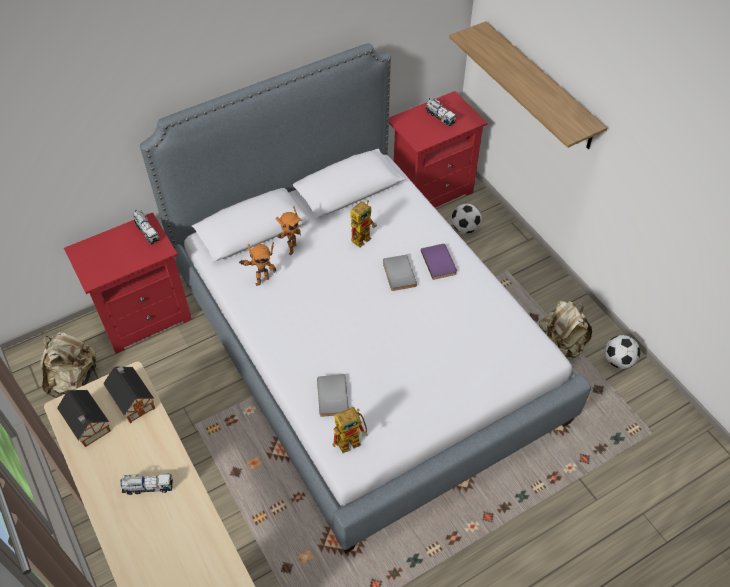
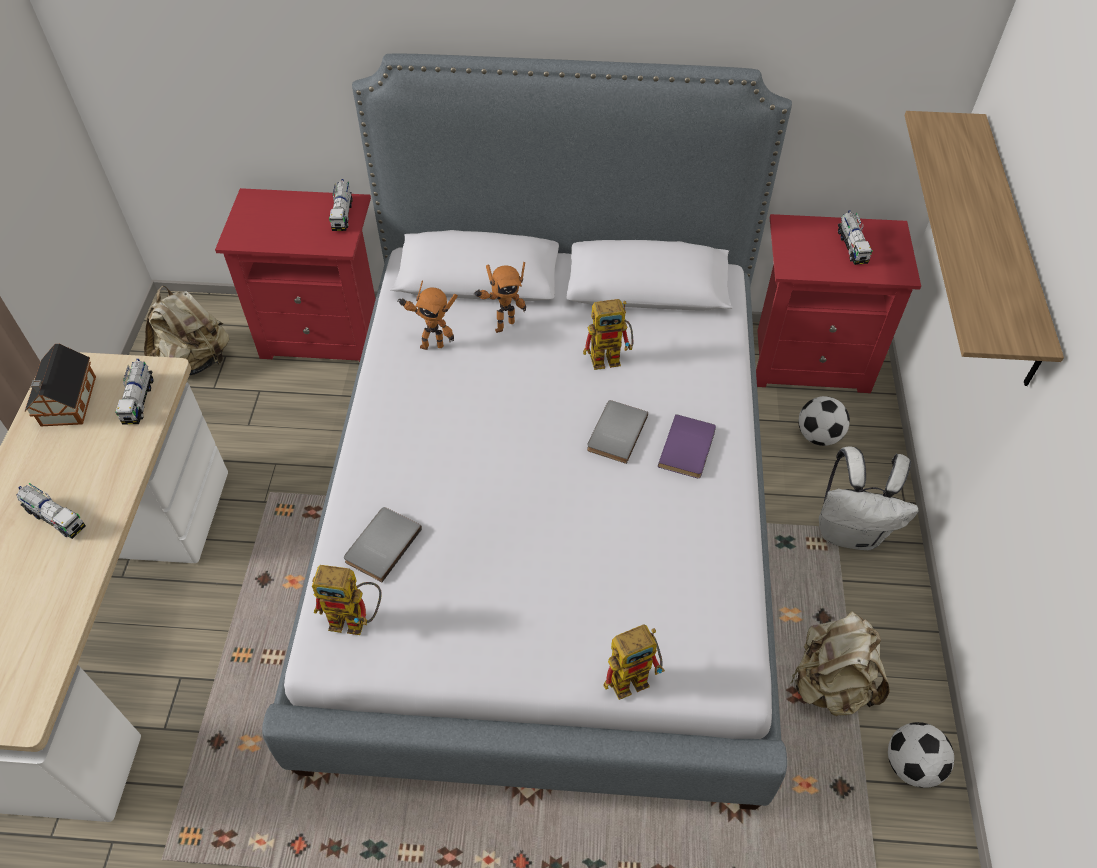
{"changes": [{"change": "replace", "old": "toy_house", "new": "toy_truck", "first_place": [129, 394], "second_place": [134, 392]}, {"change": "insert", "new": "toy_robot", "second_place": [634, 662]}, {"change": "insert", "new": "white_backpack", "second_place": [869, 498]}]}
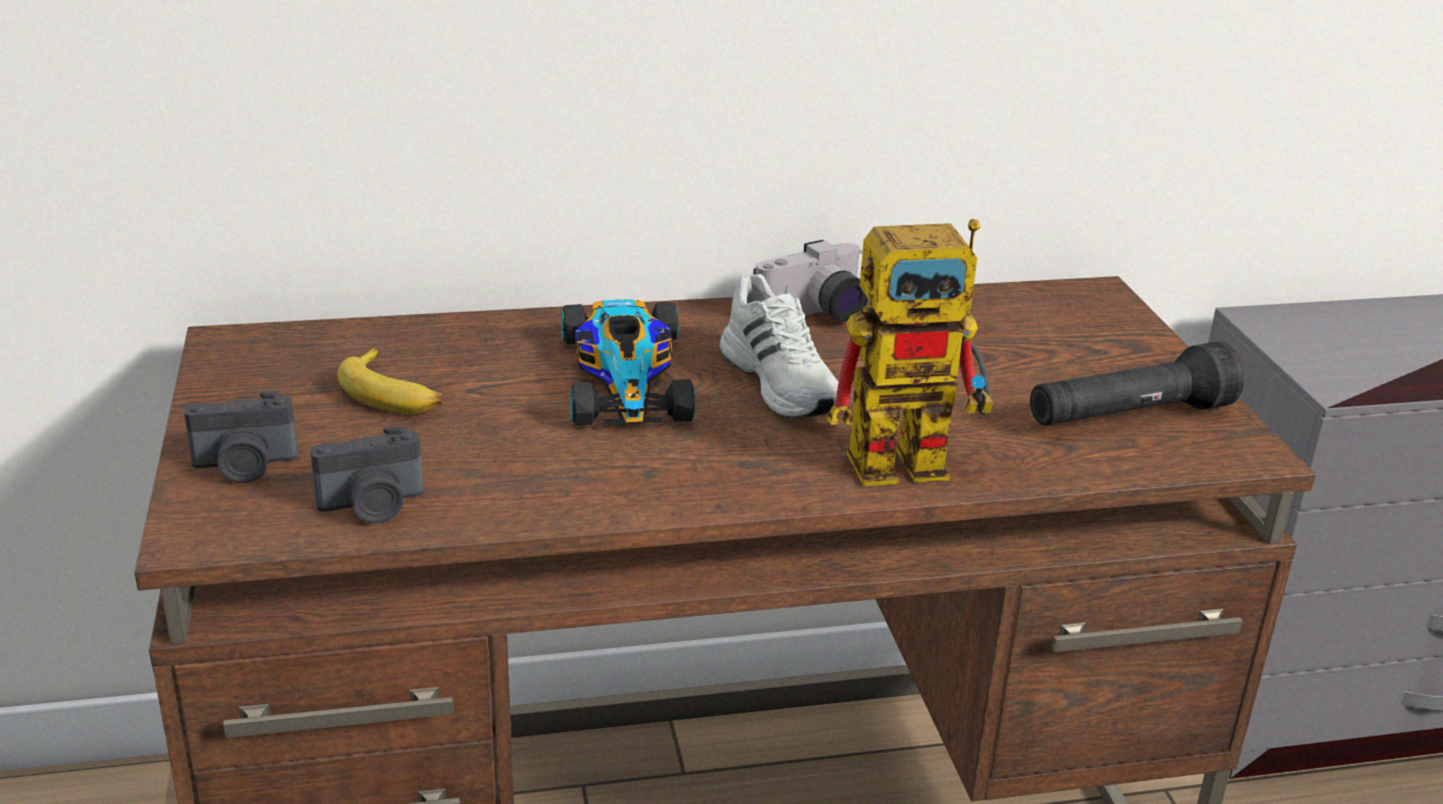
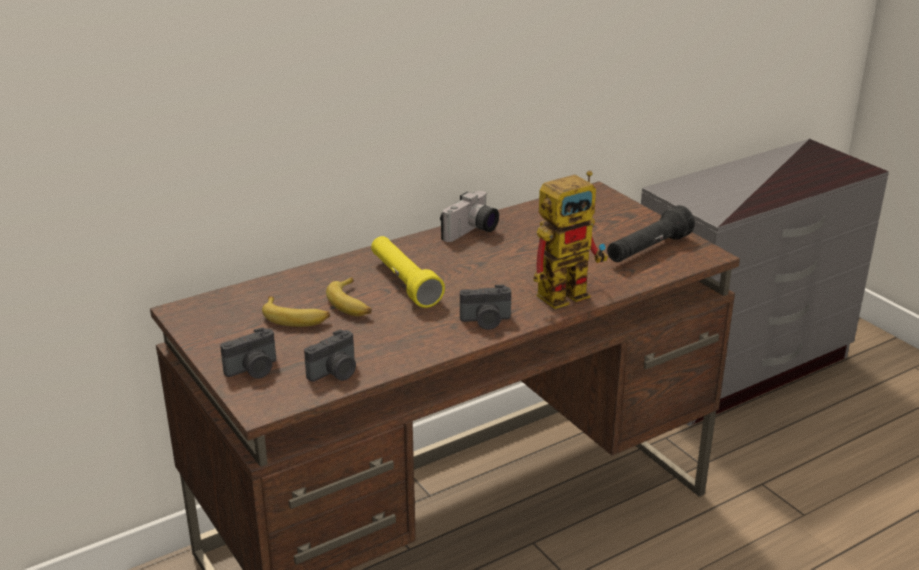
{"changes": [{"change": "replace", "old": "toy_car", "new": "yellow_flashlight", "first_place": [629, 362], "second_place": [408, 272]}, {"change": "delete", "old": "white_shoe", "first_place": [778, 346]}, {"change": "insert", "new": "banana", "second_place": [349, 296]}, {"change": "insert", "new": "photo_camera", "second_place": [485, 307]}]}
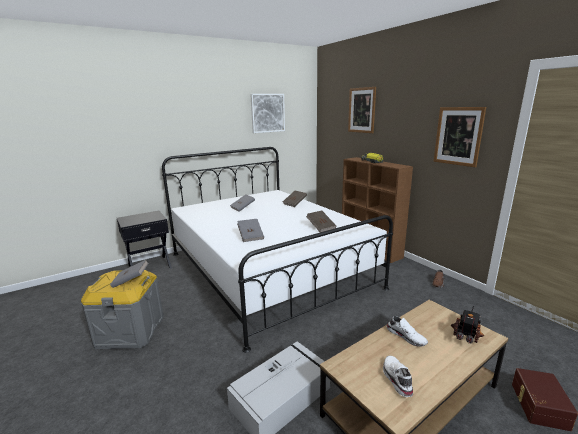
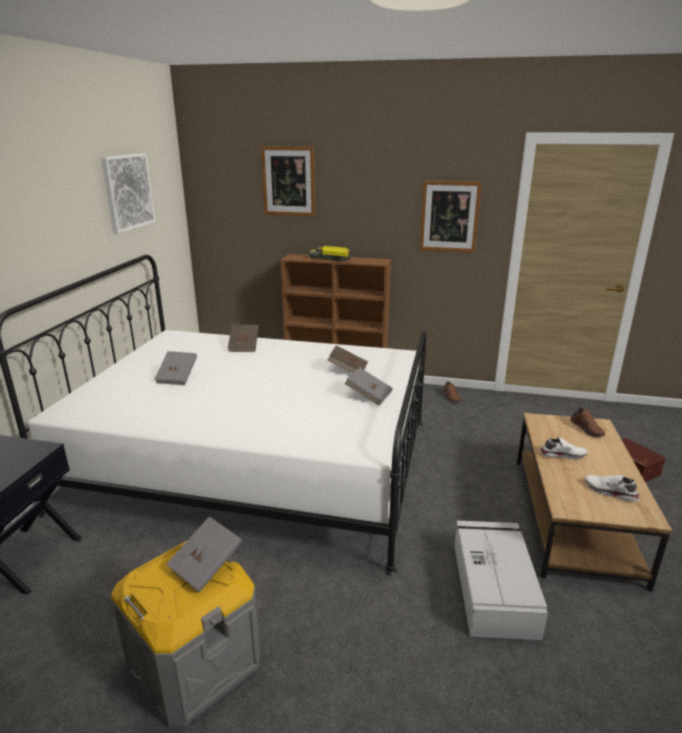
{"changes": [{"change": "move", "old": "grey_book", "first_place": [250, 230], "second_place": [368, 386]}, {"change": "replace", "old": "toy_truck", "new": "brown_shoe", "first_place": [467, 325], "second_place": [587, 422]}]}
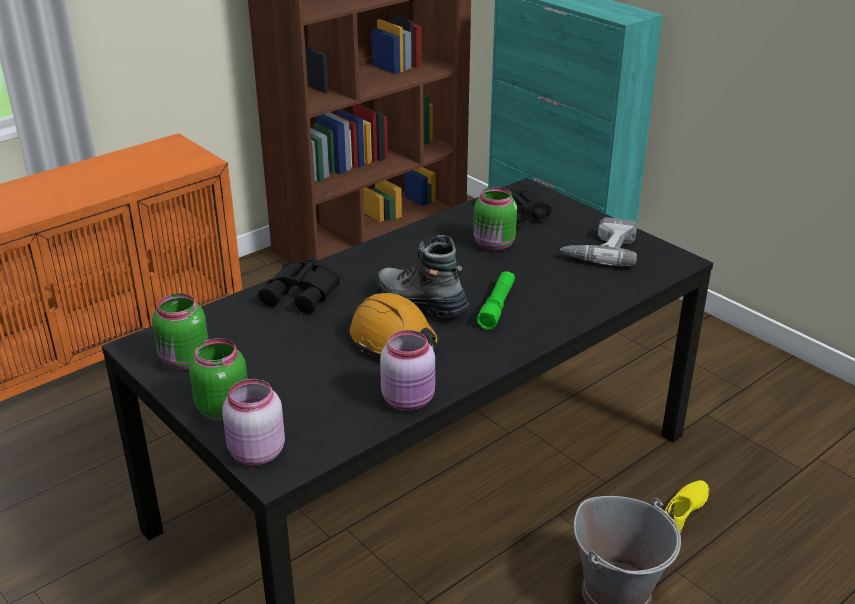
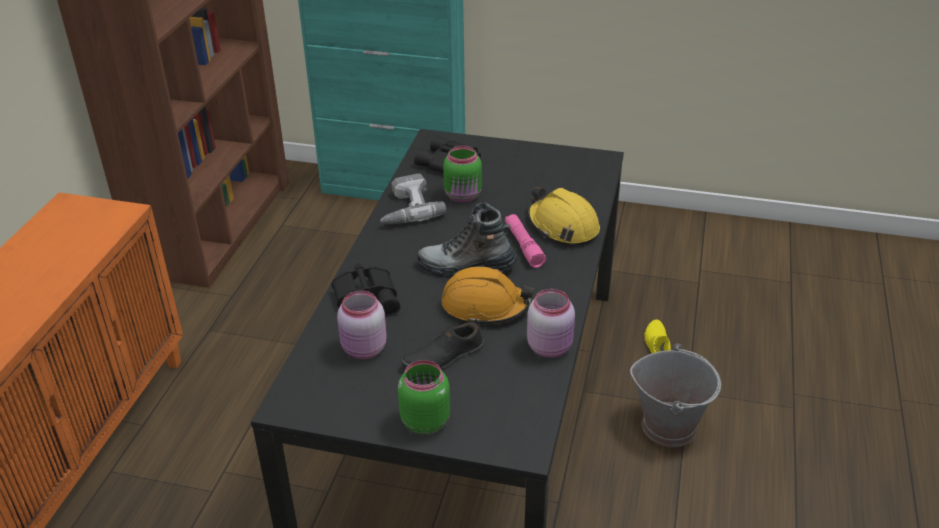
{"changes": [{"change": "delete", "old": "green_jar", "first_place": [180, 331]}, {"change": "move", "old": "pink_jar", "first_place": [253, 422], "second_place": [362, 325]}, {"change": "recolor", "old": "green_flashlight", "new": "pink_flashlight", "first_place": [496, 300], "second_place": [525, 241]}, {"change": "move", "old": "power_drill", "first_place": [598, 241], "second_place": [413, 199]}, {"change": "insert", "new": "black_shoe", "second_place": [442, 344]}, {"change": "insert", "new": "yellow_hard_hat", "second_place": [564, 216]}]}
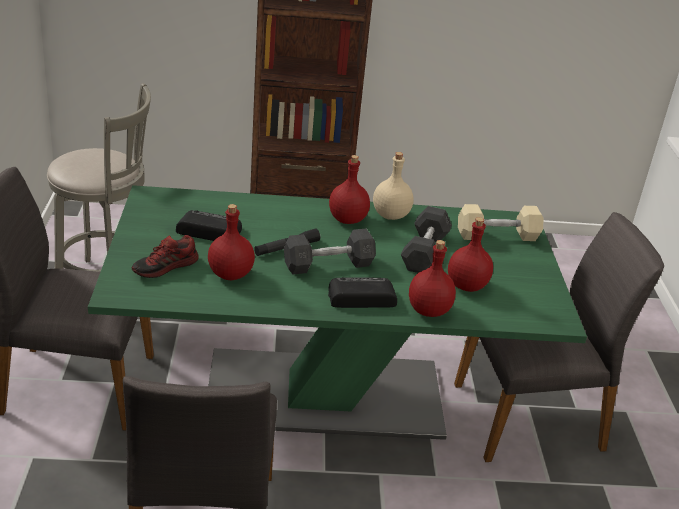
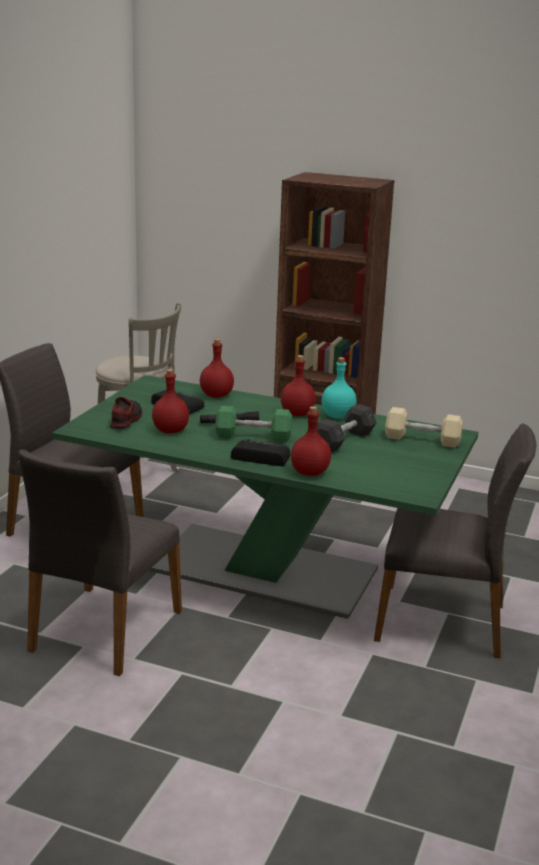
{"changes": [{"change": "rotate", "old": "shoe", "first_place": [165, 256], "second_place": [126, 413], "degrees": 120}, {"change": "recolor", "old": "grey_dumbbell", "new": "green_dumbbell", "first_place": [330, 252], "second_place": [253, 424]}, {"change": "recolor", "old": "beige_bottle", "new": "turquoise_bottle", "first_place": [393, 186], "second_place": [338, 387]}, {"change": "move", "old": "red_bottle", "first_place": [470, 254], "second_place": [217, 368]}]}
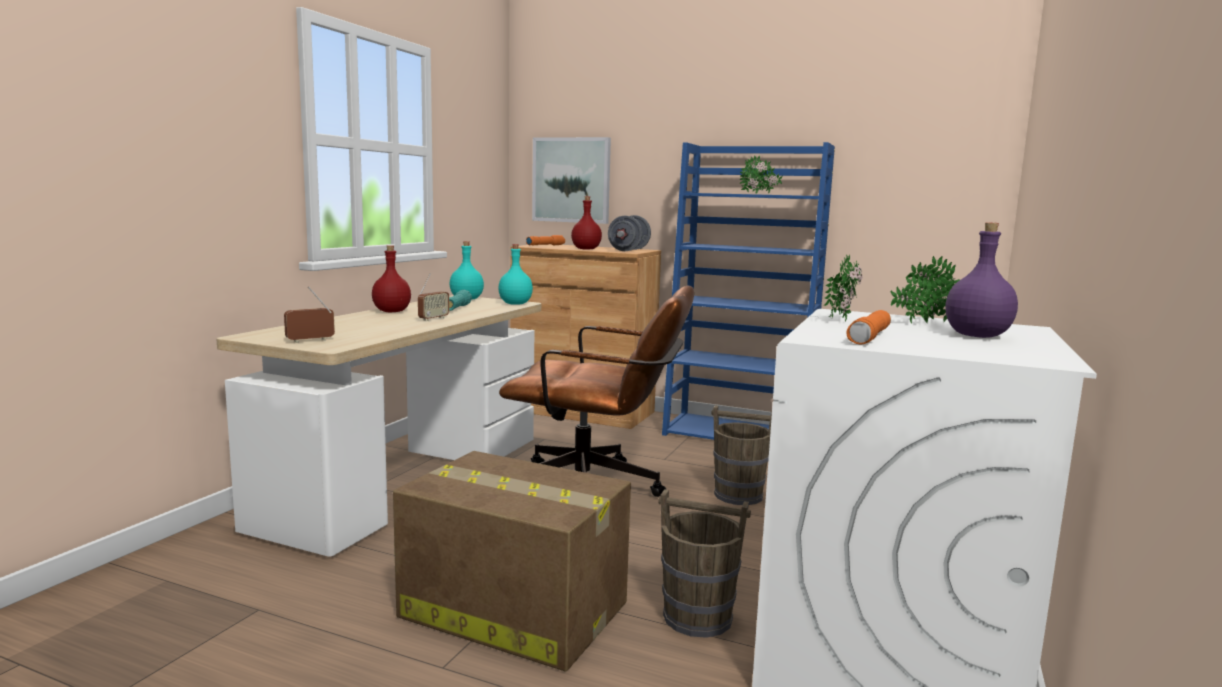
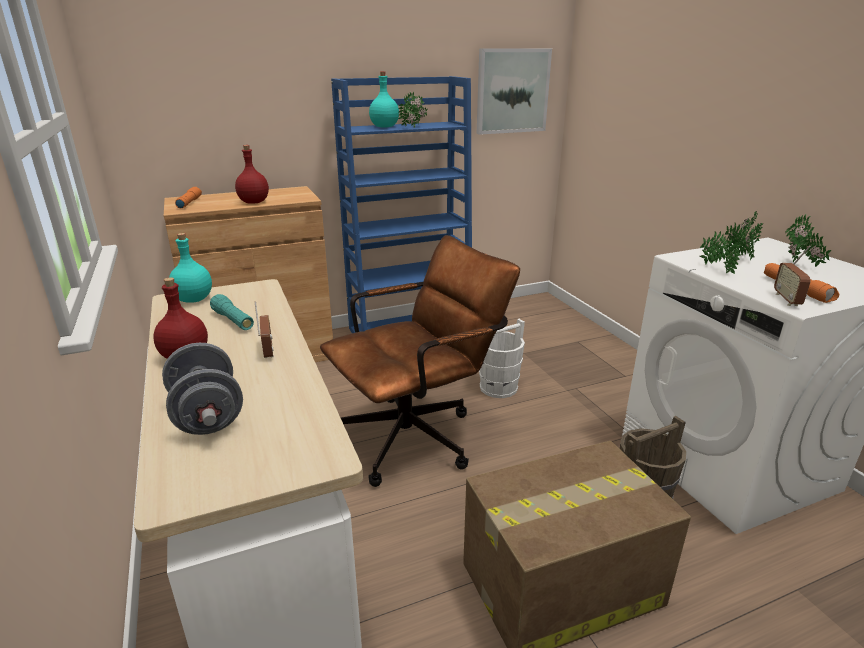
{"changes": [{"change": "move", "old": "radio", "first_place": [309, 314], "second_place": [792, 276]}, {"change": "move", "old": "turquoise_bottle", "first_place": [515, 274], "second_place": [384, 99]}, {"change": "move", "old": "picture", "first_place": [571, 180], "second_place": [514, 92]}, {"change": "move", "old": "grey_dumbbell", "first_place": [629, 233], "second_place": [202, 389]}, {"change": "recolor", "old": "brown_bucket", "new": "white_bucket", "first_place": [741, 455], "second_place": [502, 358]}, {"change": "replace", "old": "purple_bottle", "new": "potted_plant", "first_place": [981, 280], "second_place": [808, 240]}]}
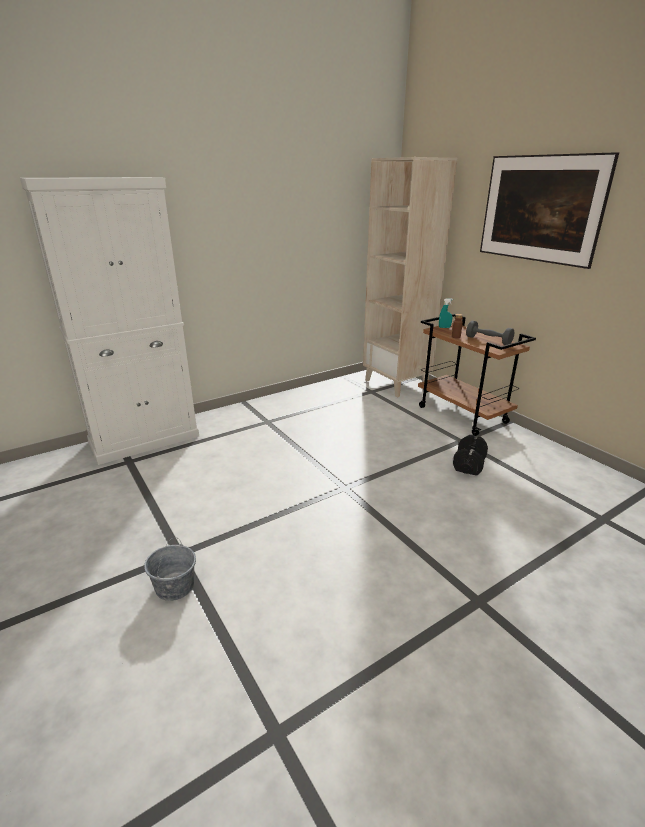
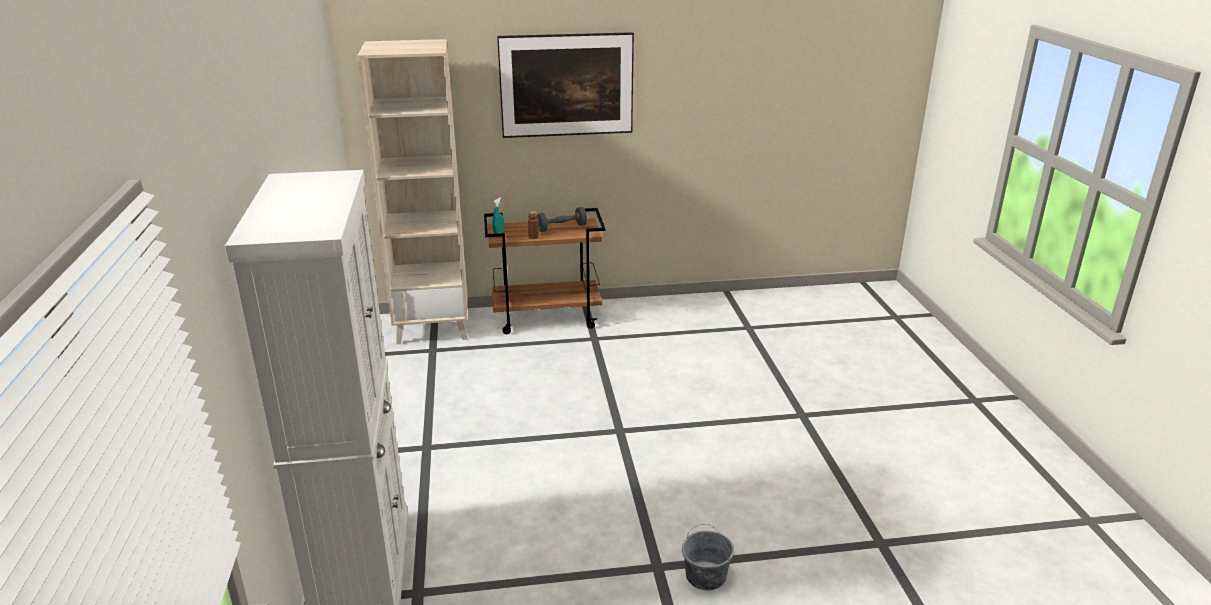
{"changes": [{"change": "delete", "old": "black_dumbbell", "first_place": [470, 455]}]}
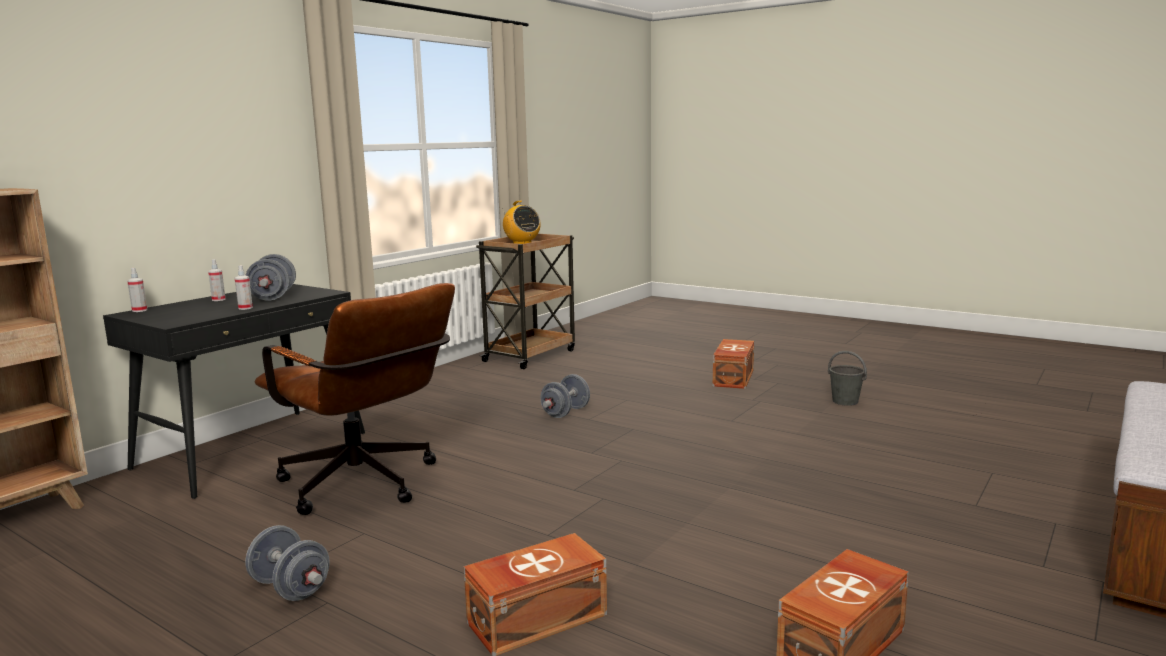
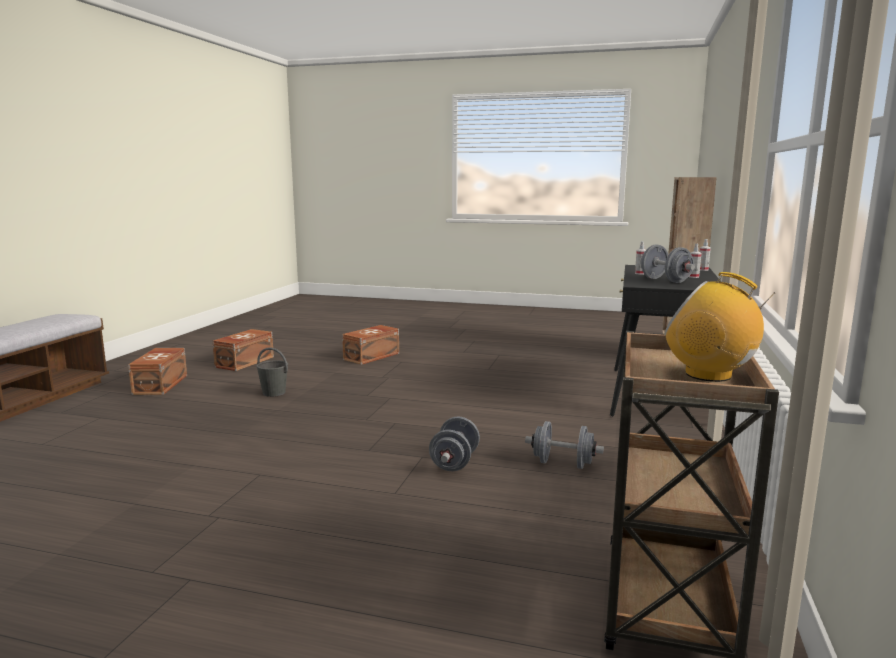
{"changes": [{"change": "move", "old": "grey_dumbbell", "first_place": [287, 563], "second_place": [564, 445]}, {"change": "delete", "old": "brown_office_chair", "first_place": [354, 399]}, {"change": "move", "old": "brown_storage_box", "first_place": [733, 364], "second_place": [157, 371]}, {"change": "move", "old": "grey_bucket", "first_place": [847, 378], "second_place": [272, 372]}]}
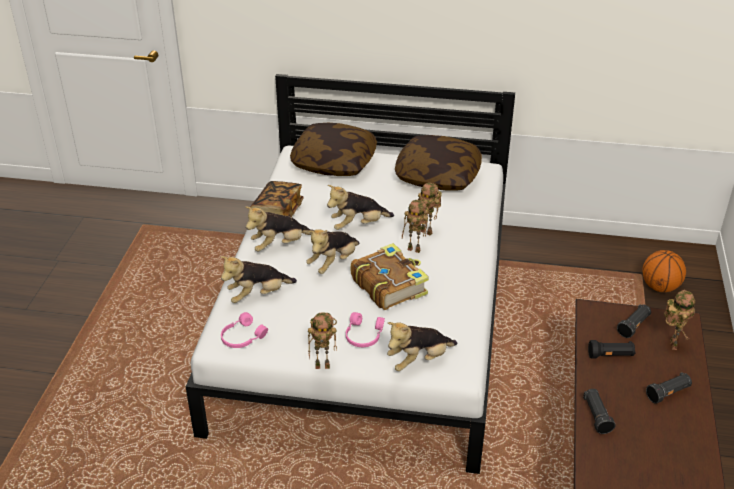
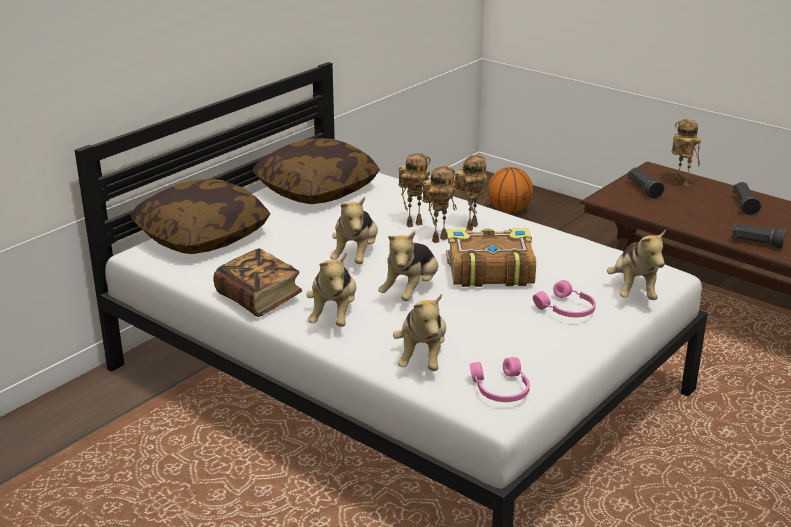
{"changes": [{"change": "rotate", "old": "plush_toy", "first_place": [332, 251], "second_place": [408, 266], "degrees": 45}, {"change": "move", "old": "toy_robot", "first_place": [322, 341], "second_place": [470, 193]}, {"change": "delete", "old": "black_flashlight", "first_place": [611, 349]}]}
